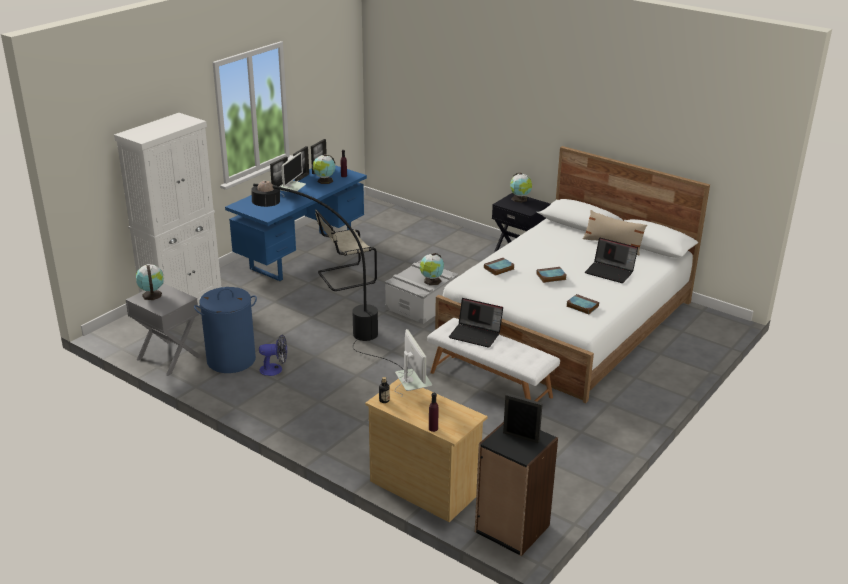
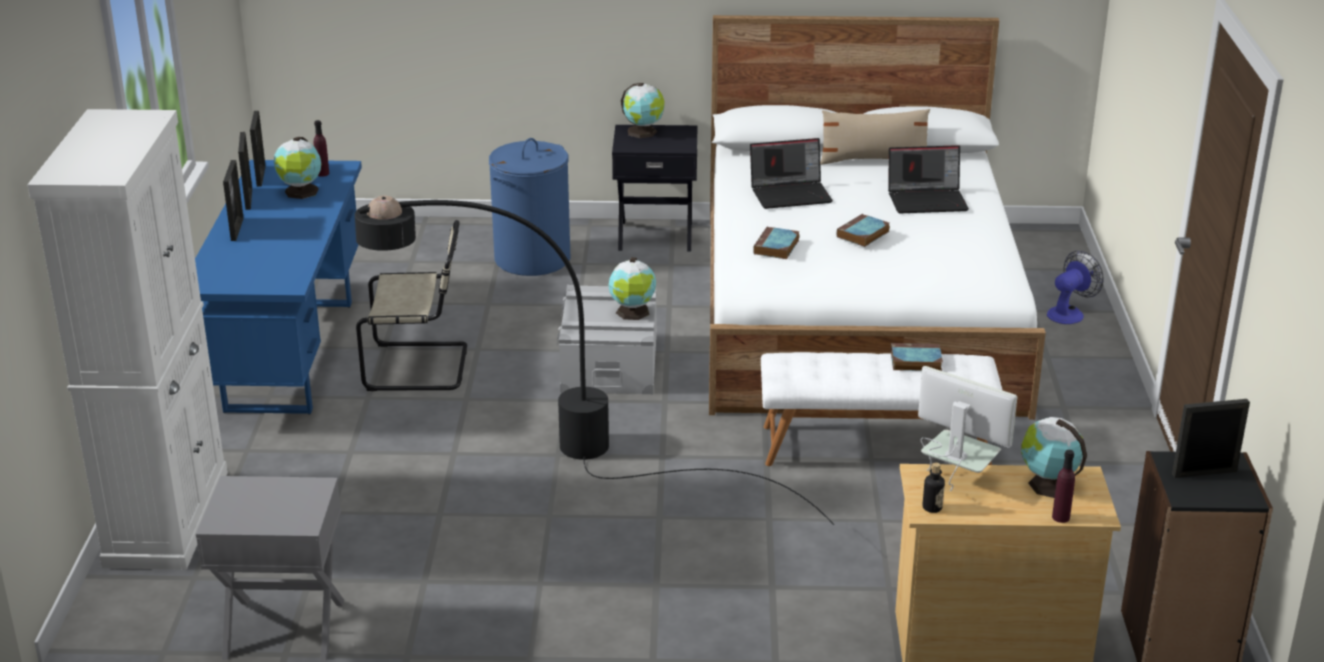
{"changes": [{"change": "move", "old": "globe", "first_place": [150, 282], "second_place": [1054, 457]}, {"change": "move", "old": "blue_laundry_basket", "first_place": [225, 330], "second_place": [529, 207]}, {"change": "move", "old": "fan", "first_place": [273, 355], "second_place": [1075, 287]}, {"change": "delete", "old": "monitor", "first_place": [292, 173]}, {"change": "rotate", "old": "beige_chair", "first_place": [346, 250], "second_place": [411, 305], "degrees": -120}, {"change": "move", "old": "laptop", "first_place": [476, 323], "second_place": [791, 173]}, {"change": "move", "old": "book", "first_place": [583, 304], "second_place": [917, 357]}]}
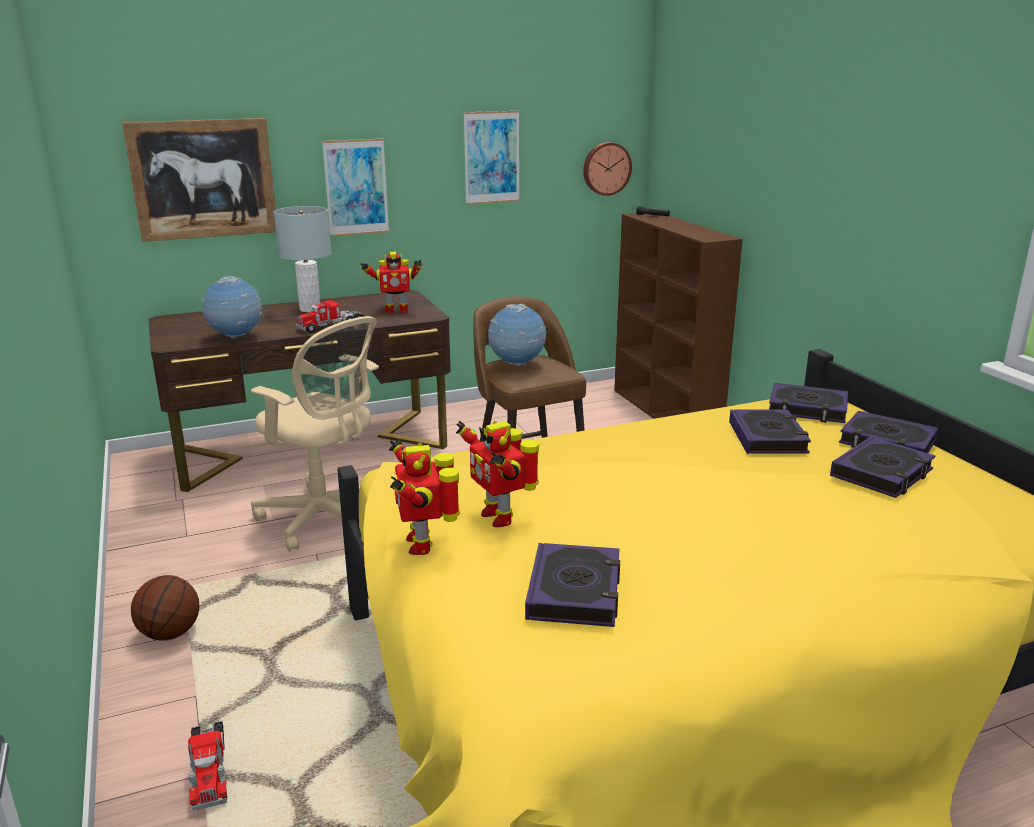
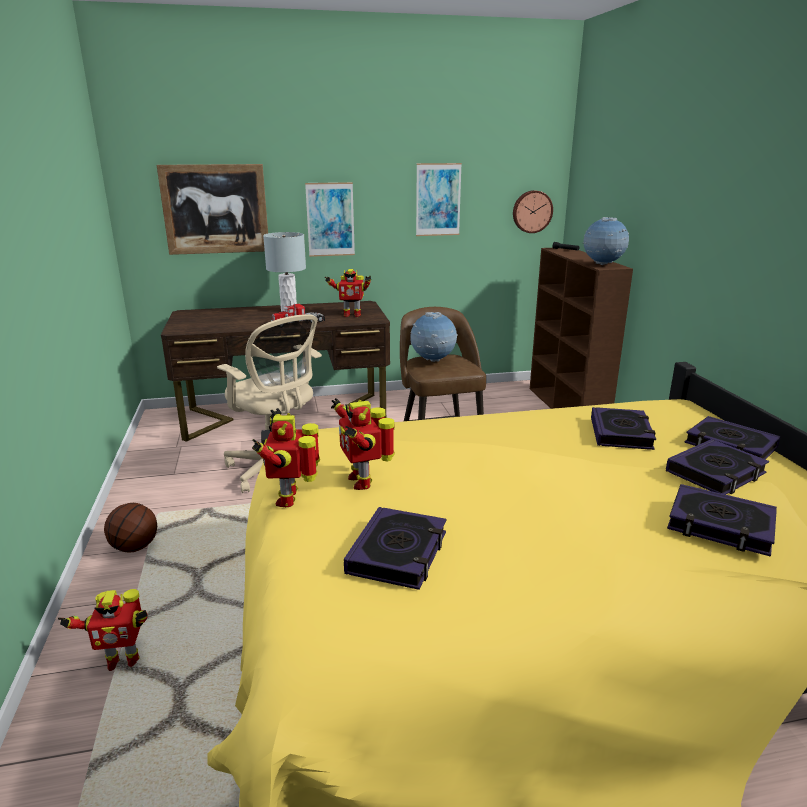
{"changes": [{"change": "replace", "old": "toy_truck", "new": "toy_robot", "first_place": [207, 765], "second_place": [103, 630]}, {"change": "move", "old": "globe", "first_place": [232, 307], "second_place": [606, 241]}, {"change": "move", "old": "book", "first_place": [808, 403], "second_place": [722, 520]}]}
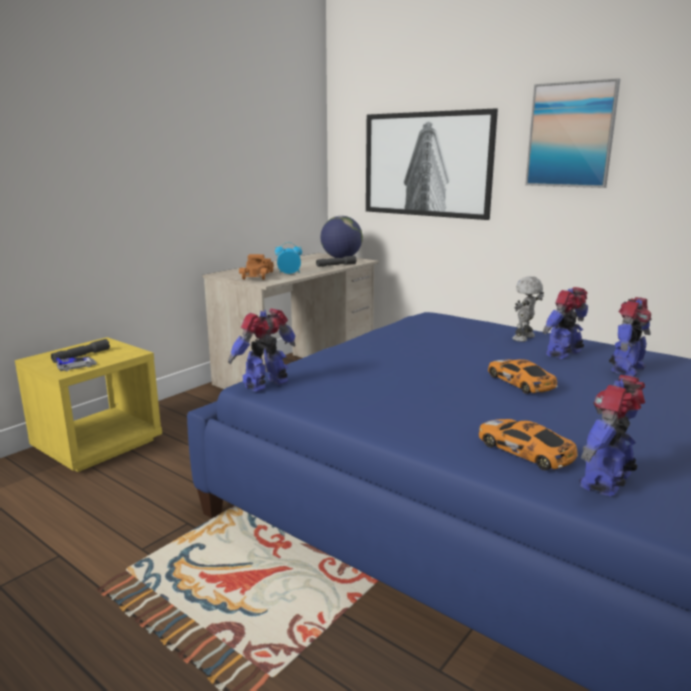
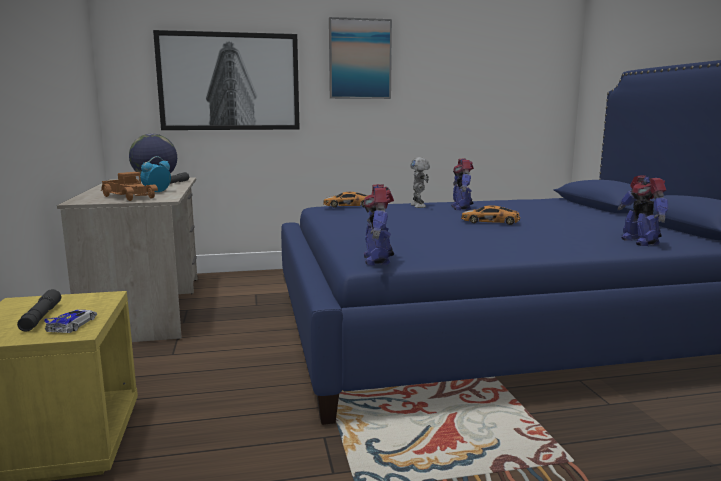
{"changes": [{"change": "move", "old": "toy_car", "first_place": [528, 444], "second_place": [345, 200]}, {"change": "delete", "old": "toy_robot", "first_place": [630, 337]}]}
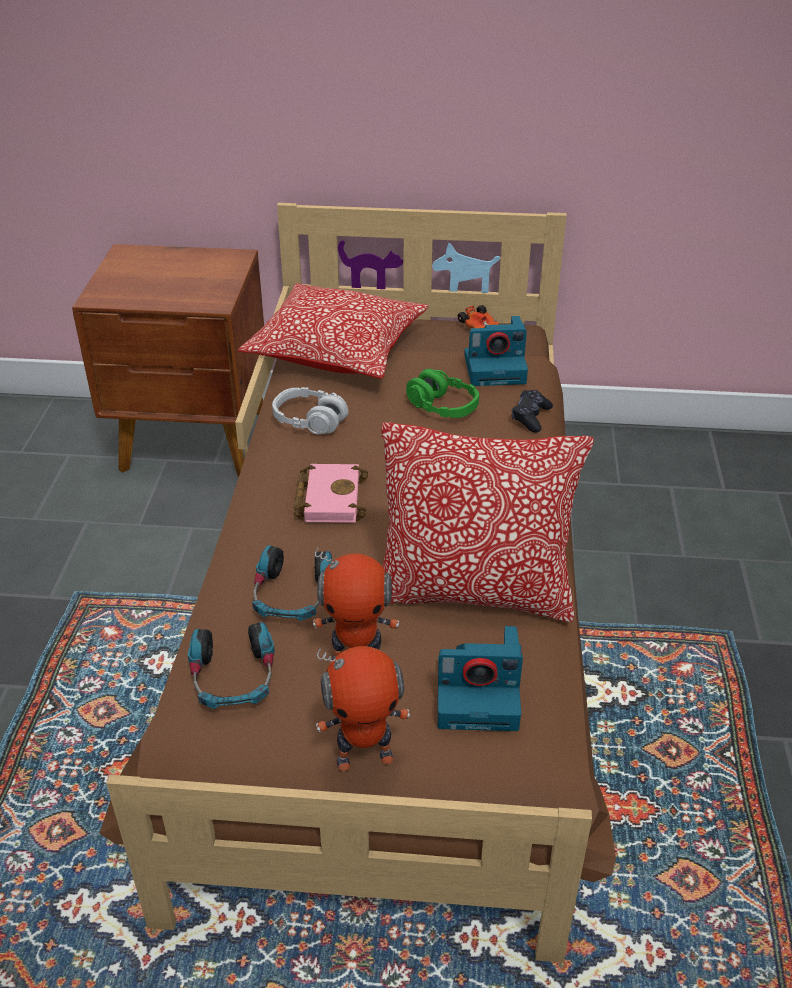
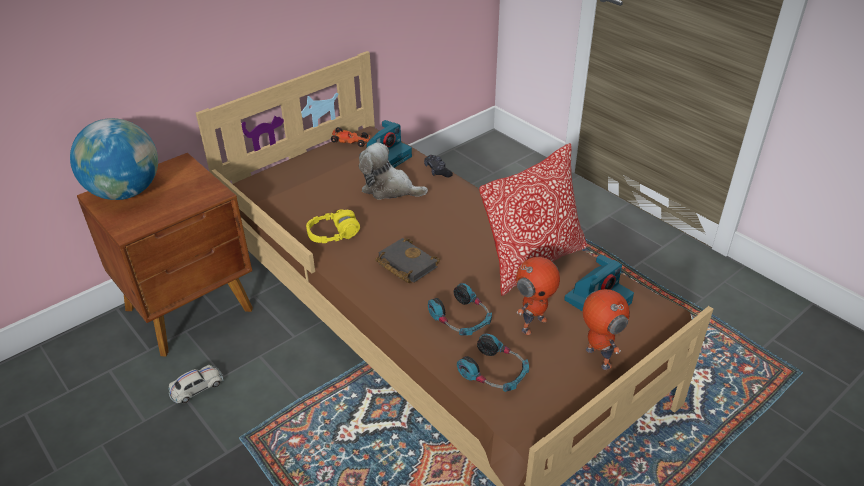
{"changes": [{"change": "delete", "old": "pillow", "first_place": [333, 331]}, {"change": "recolor", "old": "grey_headphones", "new": "yellow_headphones", "first_place": [310, 410], "second_place": [333, 226]}, {"change": "recolor", "old": "pink_book", "new": "black_book", "first_place": [331, 493], "second_place": [407, 260]}, {"change": "rotate", "old": "toy_robot", "first_place": [363, 709], "second_place": [606, 329], "degrees": -60}, {"change": "replace", "old": "green_headphones", "new": "plush_toy", "first_place": [442, 393], "second_place": [393, 171]}, {"change": "insert", "new": "globe", "second_place": [114, 159]}, {"change": "insert", "new": "white_toy_car", "second_place": [195, 384]}]}
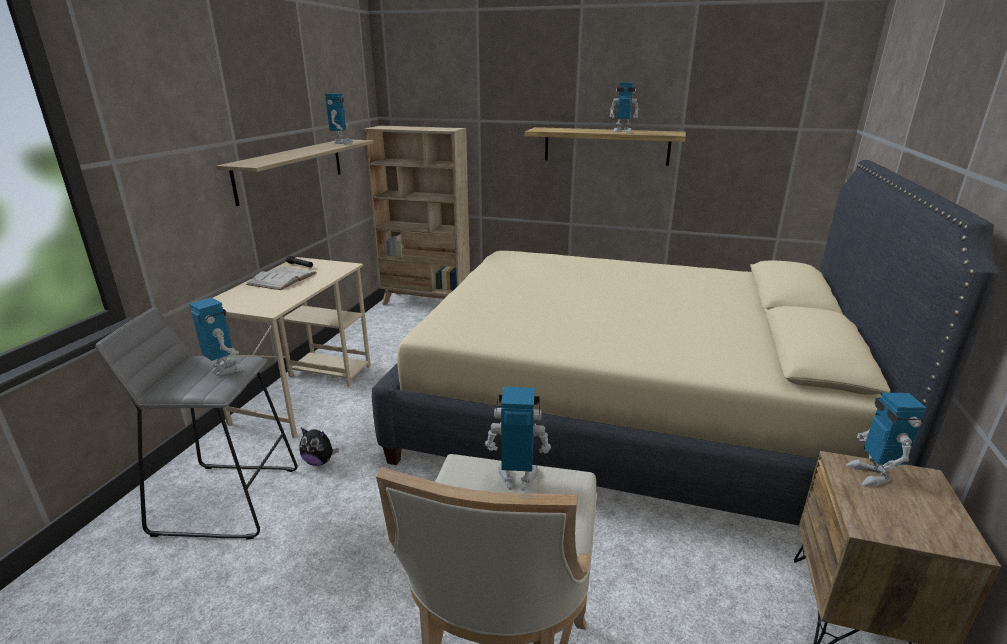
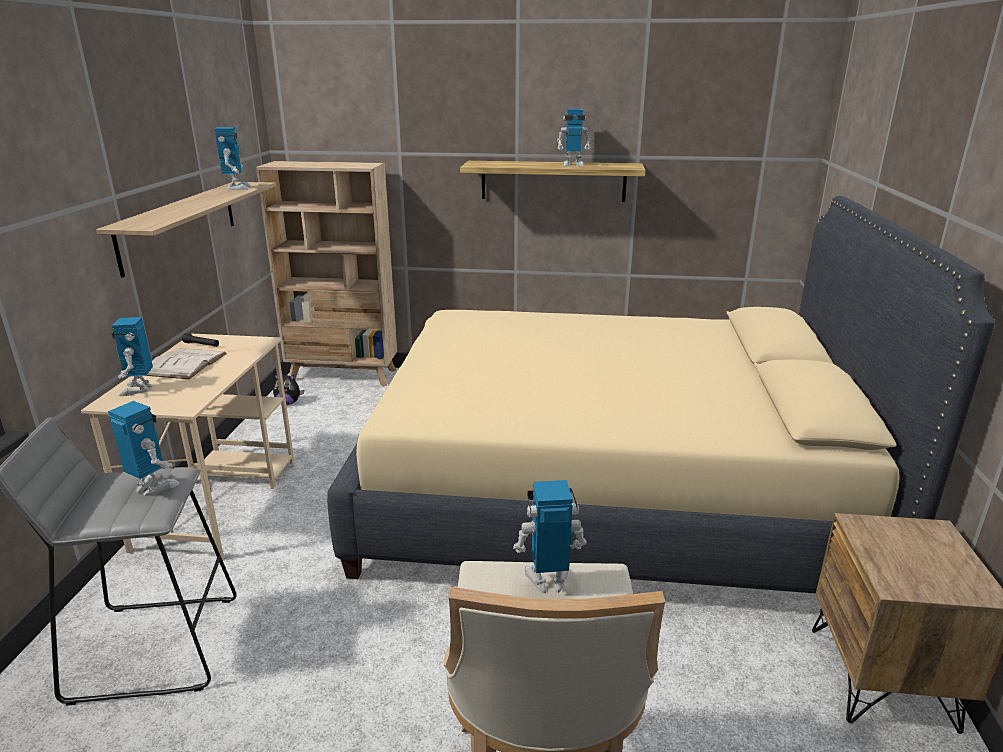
{"changes": [{"change": "move", "old": "plush_toy", "first_place": [319, 447], "second_place": [288, 389]}, {"change": "move", "old": "toy_robot", "first_place": [886, 440], "second_place": [132, 356]}]}
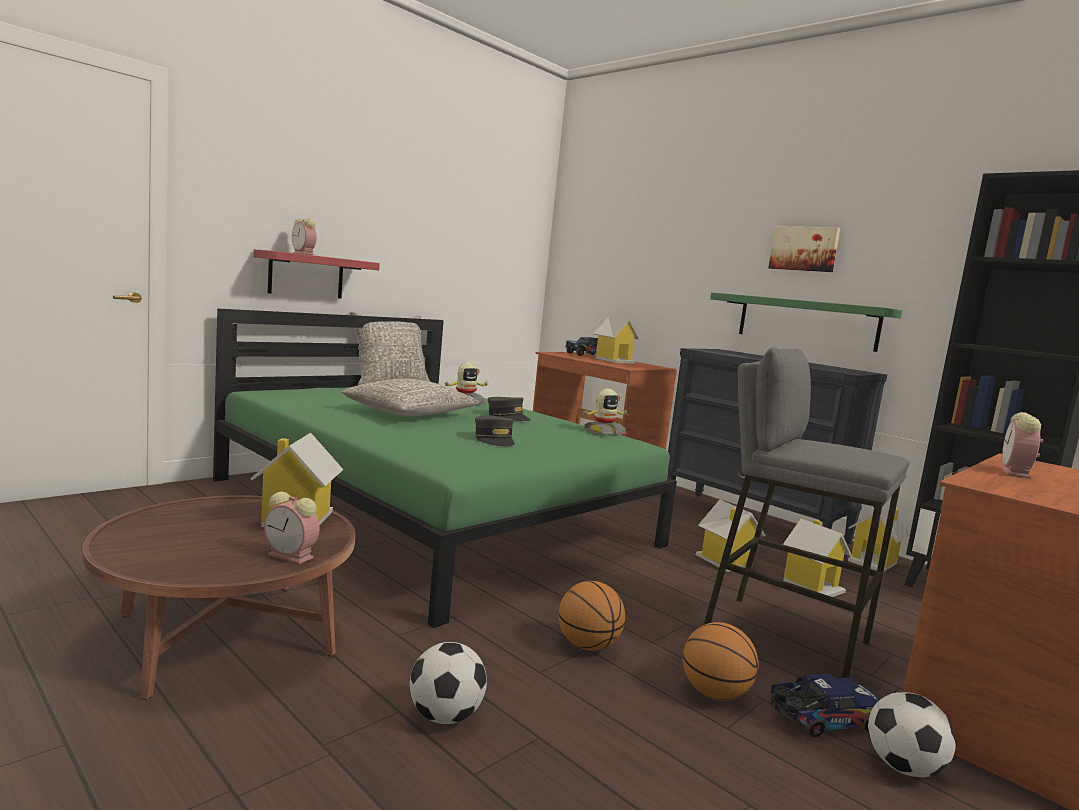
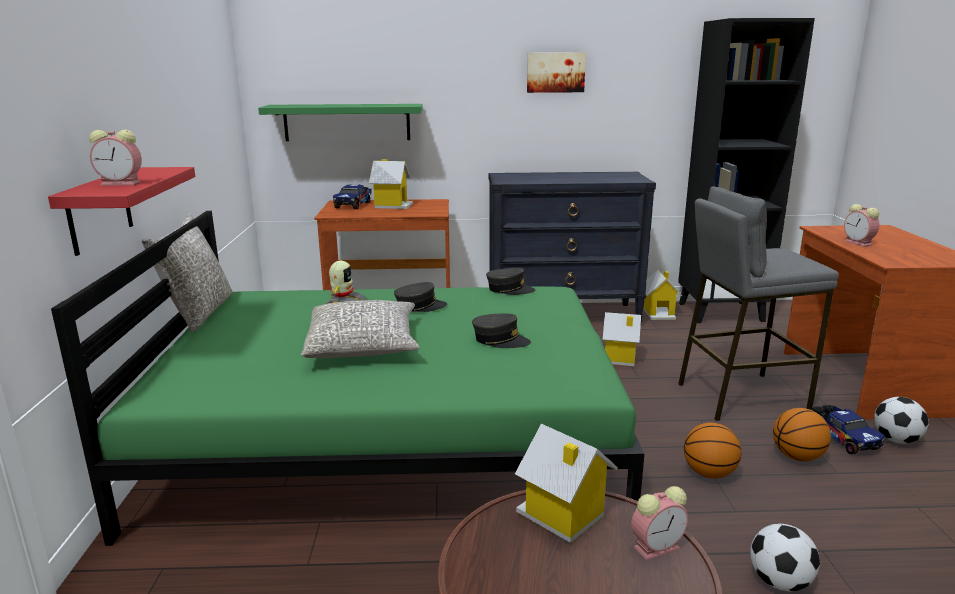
{"changes": [{"change": "replace", "old": "toy_robot", "new": "grey_cap", "first_place": [604, 412], "second_place": [510, 281]}, {"change": "move", "old": "green_shelf", "first_place": [806, 322], "second_place": [340, 122]}, {"change": "rotate", "old": "toy_truck", "first_place": [825, 705], "second_place": [847, 429], "degrees": 135}, {"change": "delete", "old": "toy_house", "first_place": [817, 558]}]}
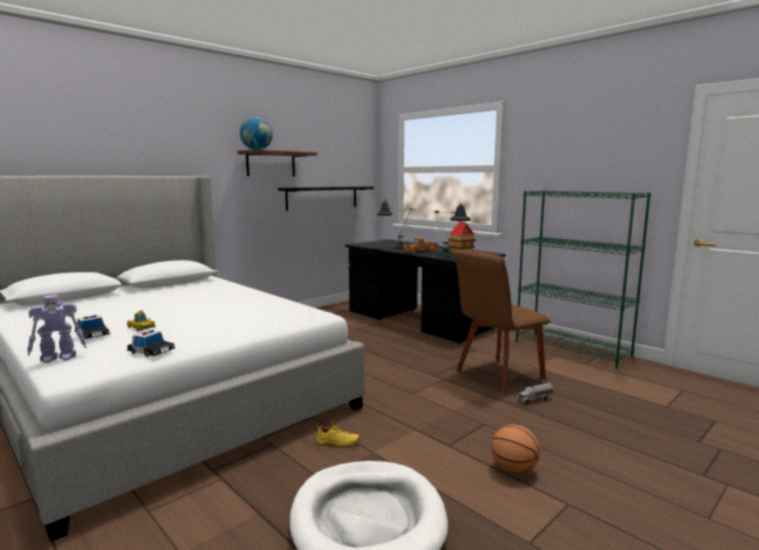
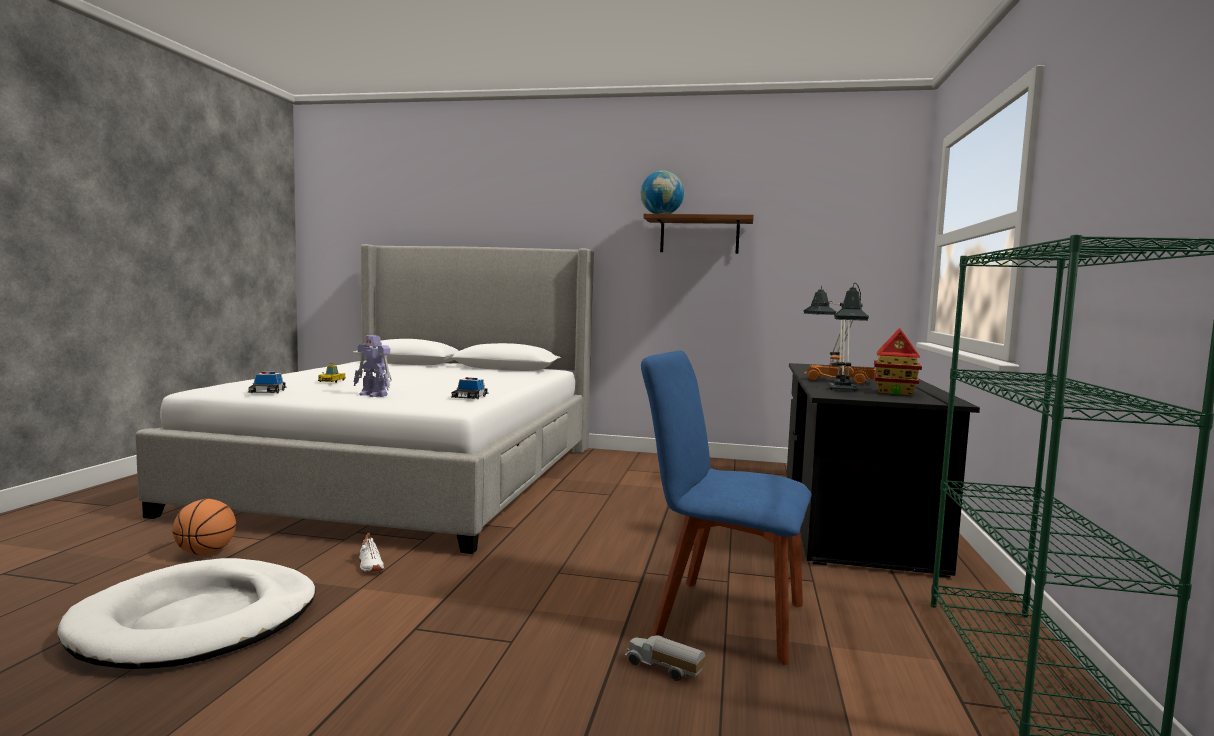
{"changes": [{"change": "move", "old": "toy_robot", "first_place": [57, 329], "second_place": [373, 366]}, {"change": "move", "old": "toy_car", "first_place": [92, 327], "second_place": [470, 388]}, {"change": "delete", "old": "black_shelf", "first_place": [326, 198]}, {"change": "recolor", "old": "yellow_shoe", "new": "white_shoe", "first_place": [338, 434], "second_place": [371, 553]}, {"change": "recolor", "old": "brown_chair", "new": "blue_chair", "first_place": [502, 321], "second_place": [726, 508]}, {"change": "move", "old": "basketball", "first_place": [515, 449], "second_place": [204, 527]}]}
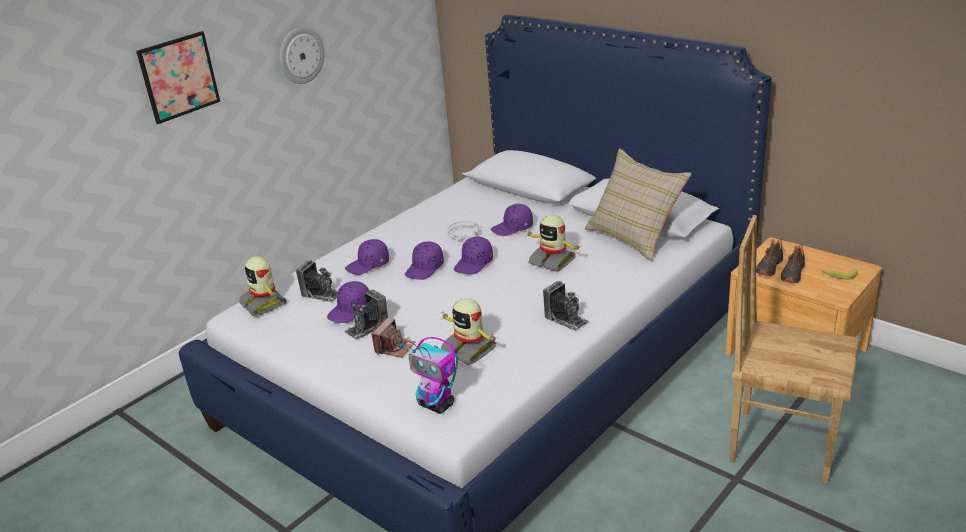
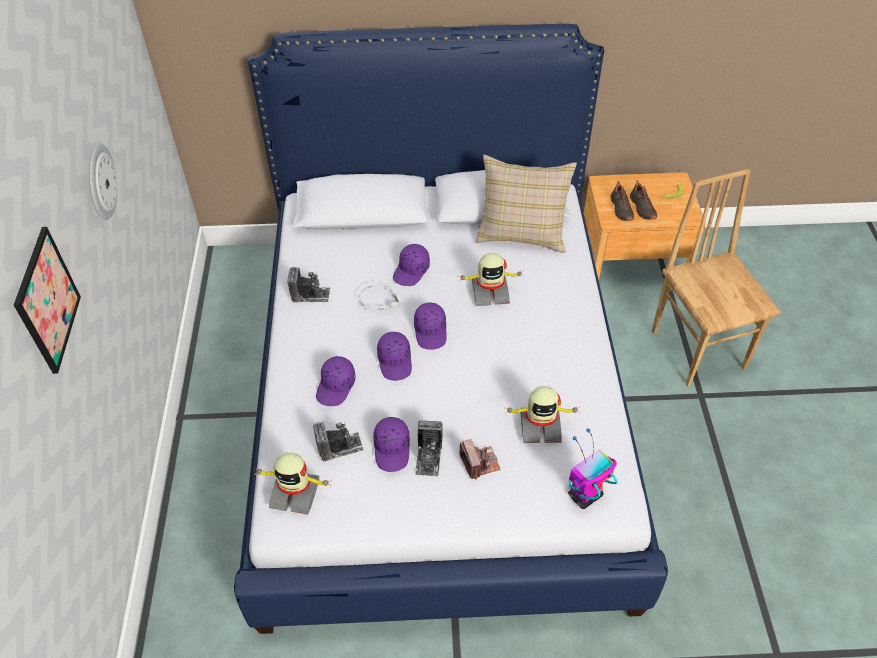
{"changes": [{"change": "rotate", "old": "toy_robot", "first_place": [428, 375], "second_place": [593, 468], "degrees": 150}, {"change": "move", "old": "photo_camera", "first_place": [566, 306], "second_place": [308, 284]}, {"change": "rotate", "old": "brown_chair", "first_place": [794, 349], "second_place": [716, 277], "degrees": 90}]}
